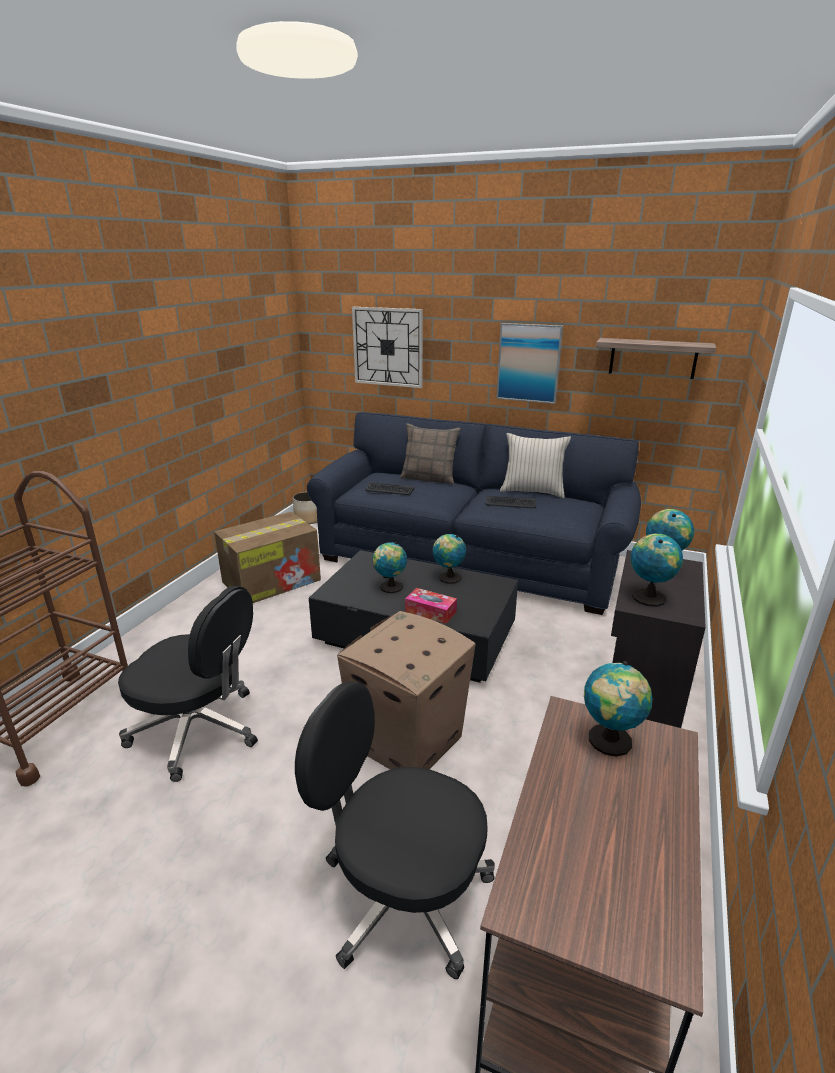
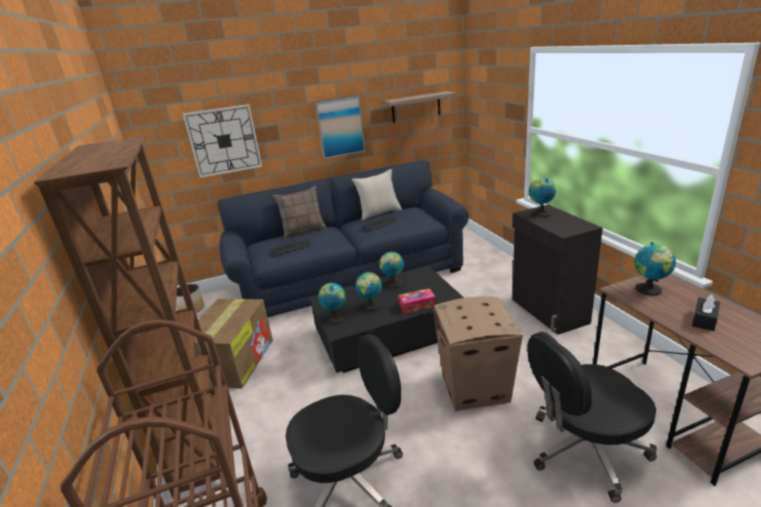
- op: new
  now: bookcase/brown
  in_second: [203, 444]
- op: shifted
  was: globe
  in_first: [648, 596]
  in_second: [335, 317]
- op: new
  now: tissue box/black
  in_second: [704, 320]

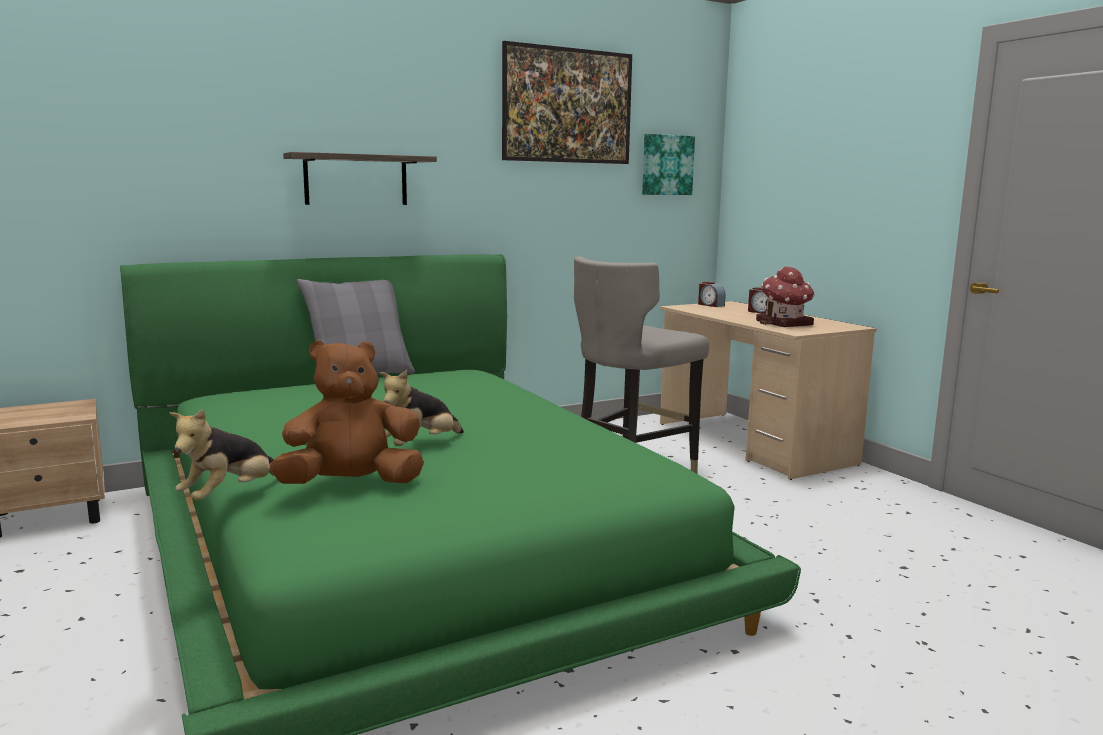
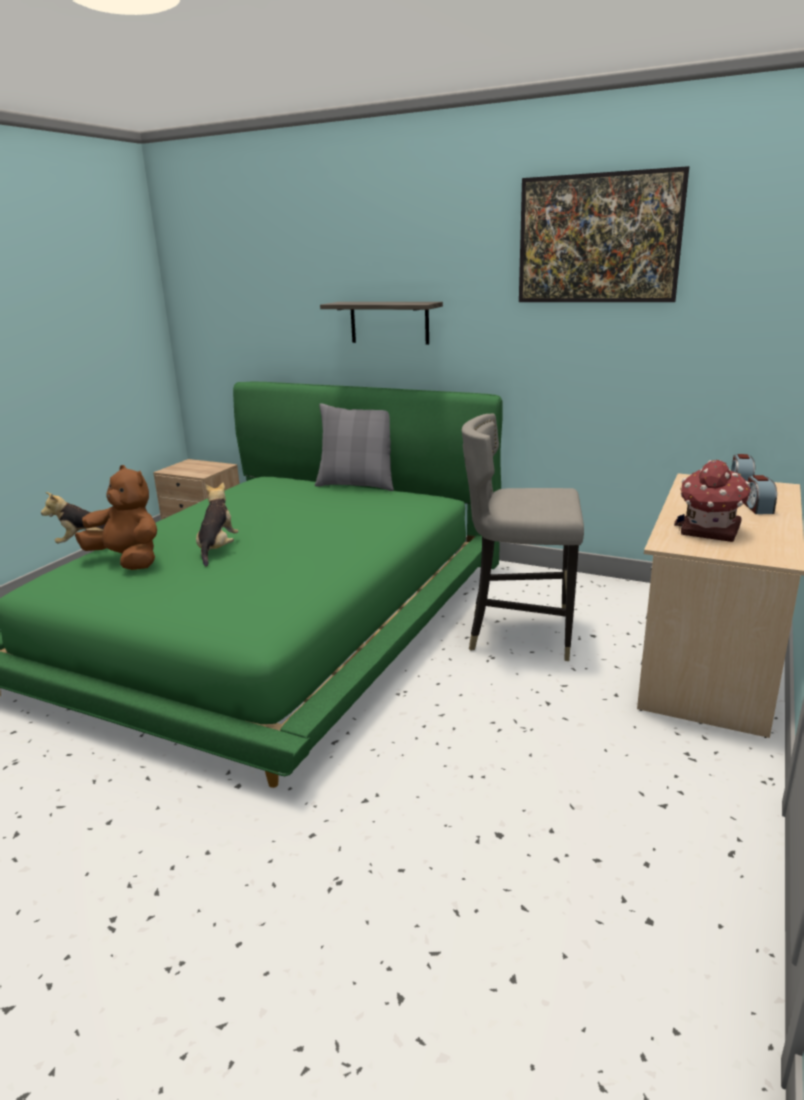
- op: rotated
  was: plush toy
  in_first: [421, 446]
  in_second: [217, 549]
  clockwise: 90
- op: gone
  was: picture
  in_first: [666, 165]

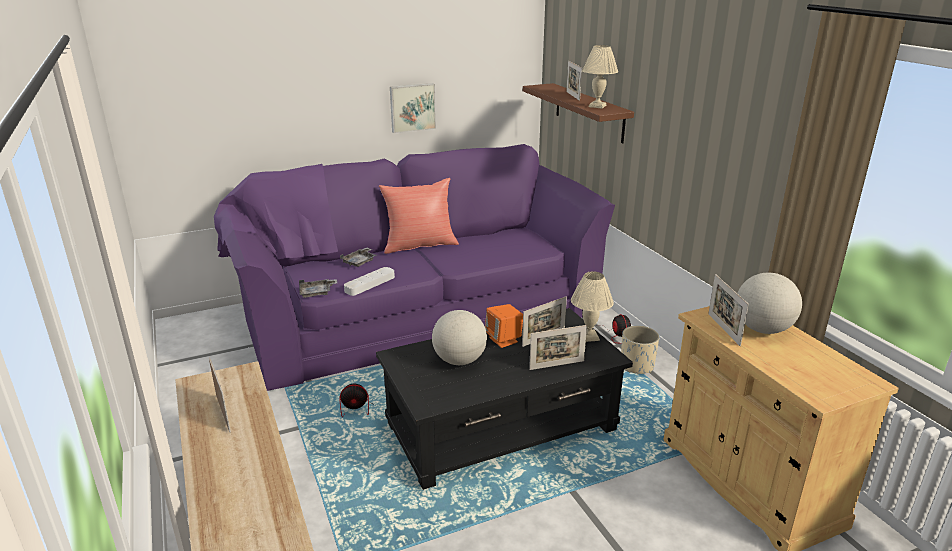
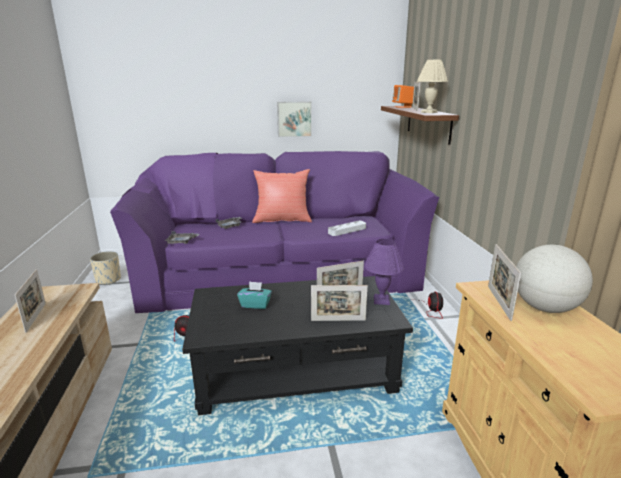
- op: shifted
  was: planter/beige
  in_first: [637, 366]
  in_second: [108, 280]
- op: swapped
  was: globe
  now: tissue box/turquoise
  in_first: [459, 360]
  in_second: [255, 304]
- op: shifted
  was: tray/grey
  in_first: [370, 284]
  in_second: [347, 230]
- op: repainted
  was: table lamp/beige
  now: table lamp/purple
  in_first: [589, 336]
  in_second: [382, 300]
- op: shifted
  was: speaker/orange
  in_first: [504, 340]
  in_second: [403, 107]

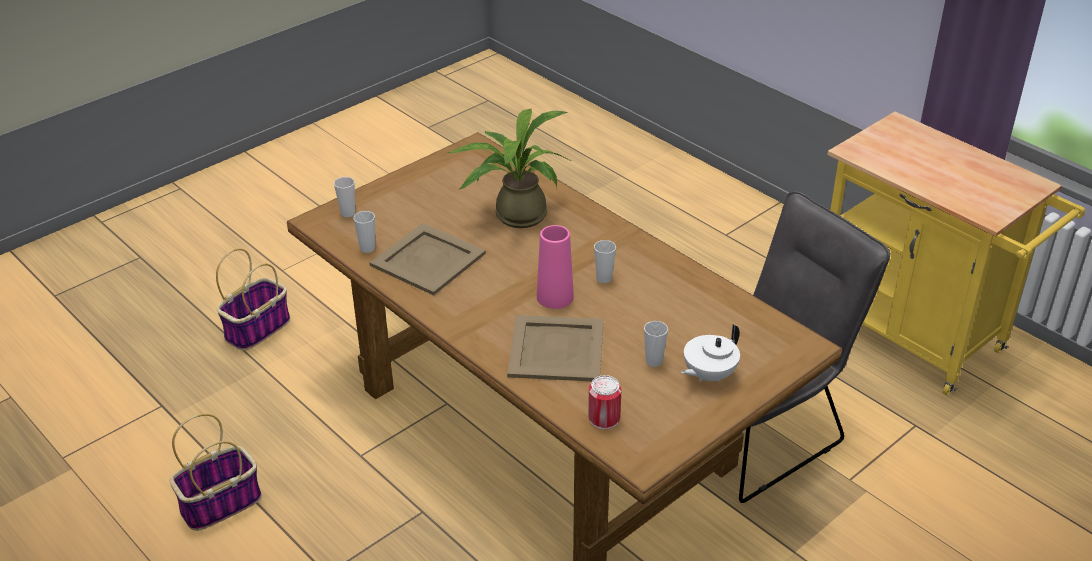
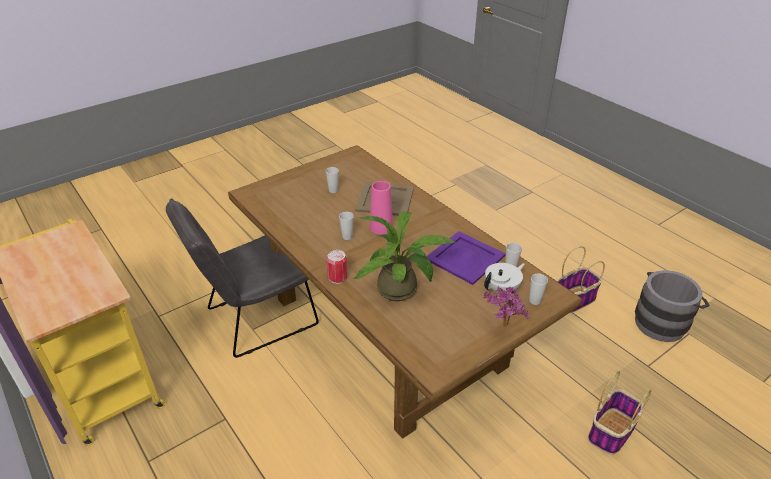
- op: shifted
  was: can
  in_first: [604, 418]
  in_second: [337, 277]
- op: repainted
  was: tray/beige
  now: tray/purple
  in_first: [428, 259]
  in_second: [465, 258]
- op: new
  now: potted plant
  in_second: [502, 327]
- op: shifted
  was: teapot/white
  in_first: [708, 375]
  in_second: [502, 289]
- op: new
  now: bucket/grey
  in_second: [662, 322]

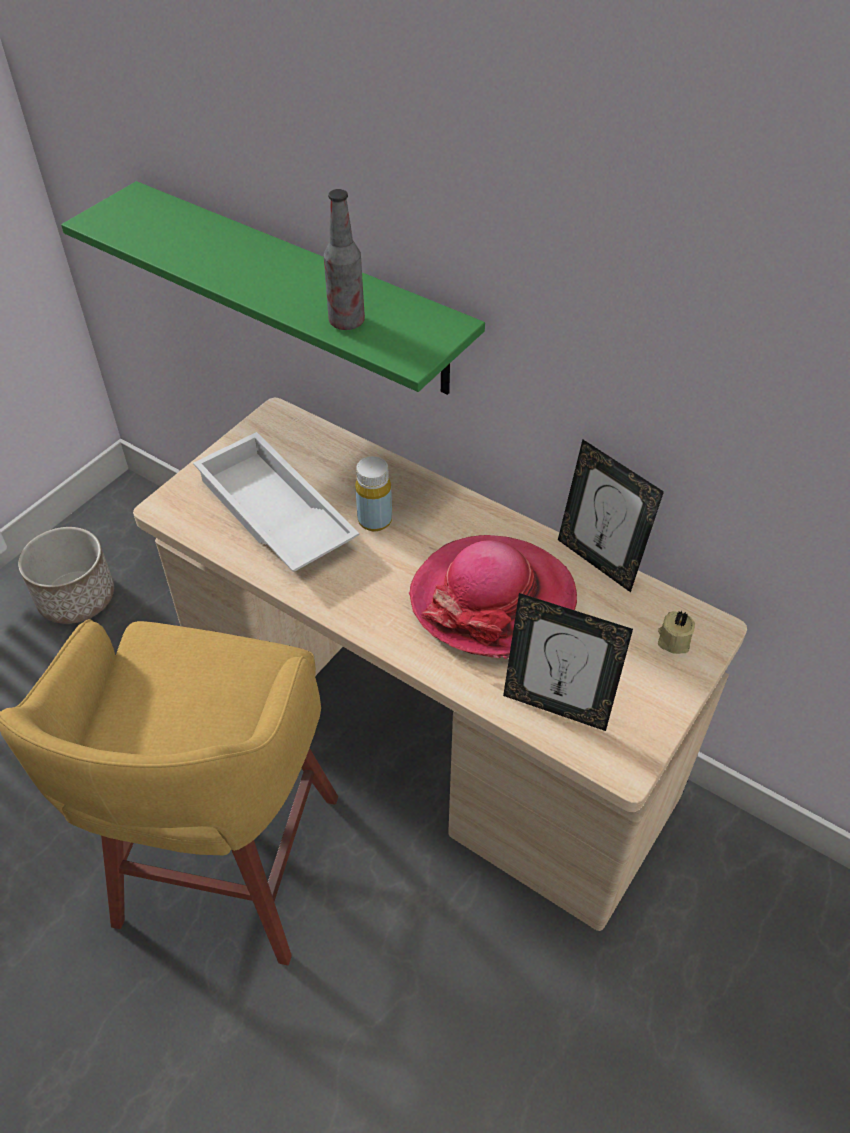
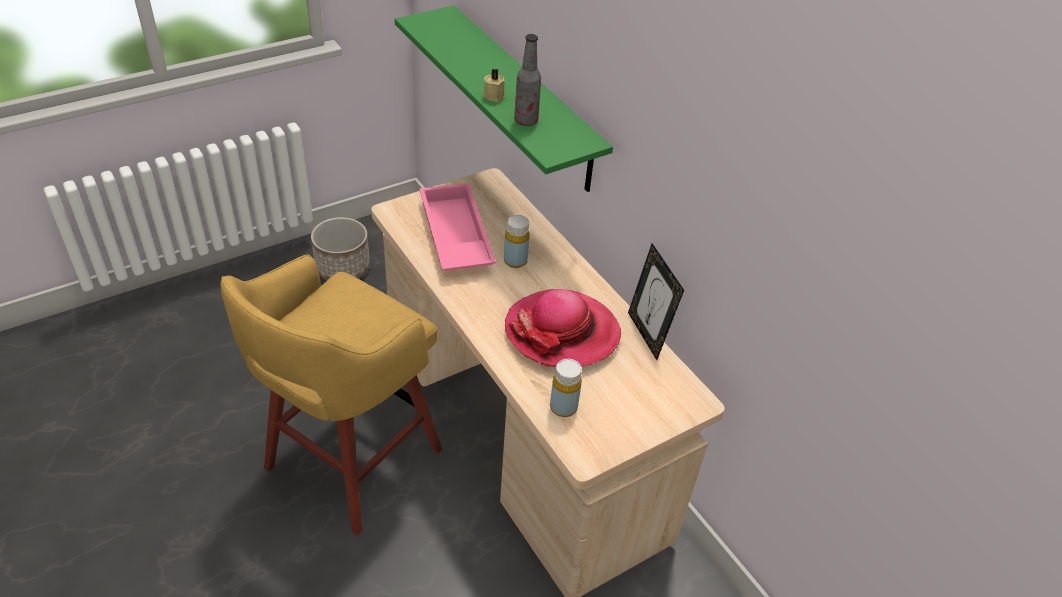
- op: repainted
  was: tray/white
  now: tray/pink
  in_first: [272, 514]
  in_second: [453, 236]
- op: shifted
  was: candle/beige
  in_first: [673, 640]
  in_second: [494, 95]
- op: swapped
  was: picture frame
  now: bottle/yellow
  in_first: [556, 706]
  in_second: [563, 407]

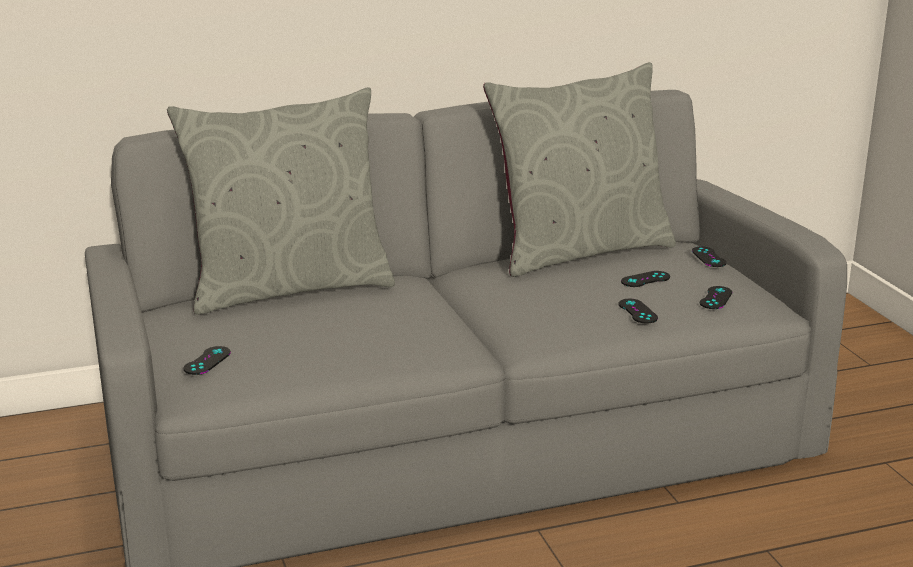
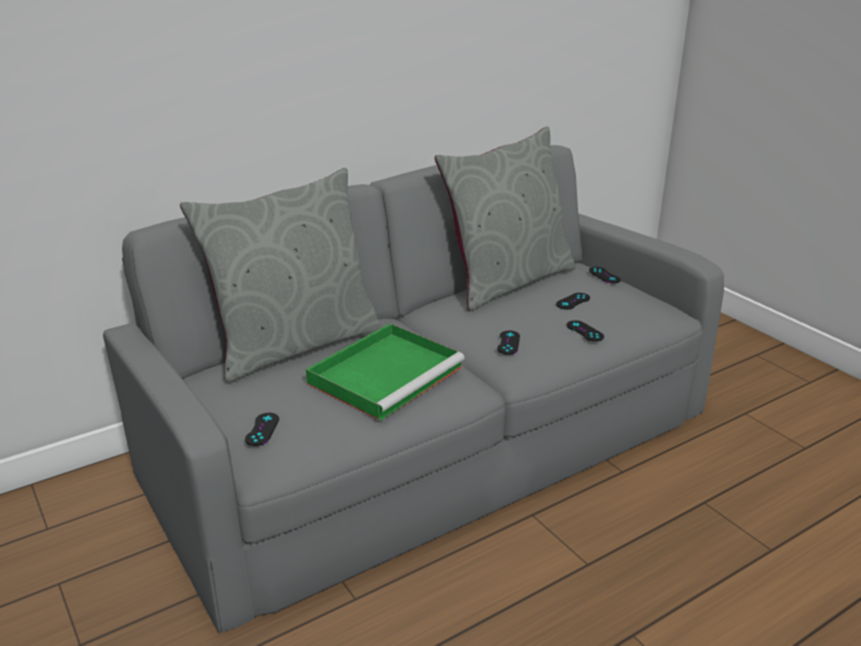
- op: new
  now: tray/green
  in_second: [387, 374]
- op: shifted
  was: game controller/black
  in_first: [715, 298]
  in_second: [508, 343]

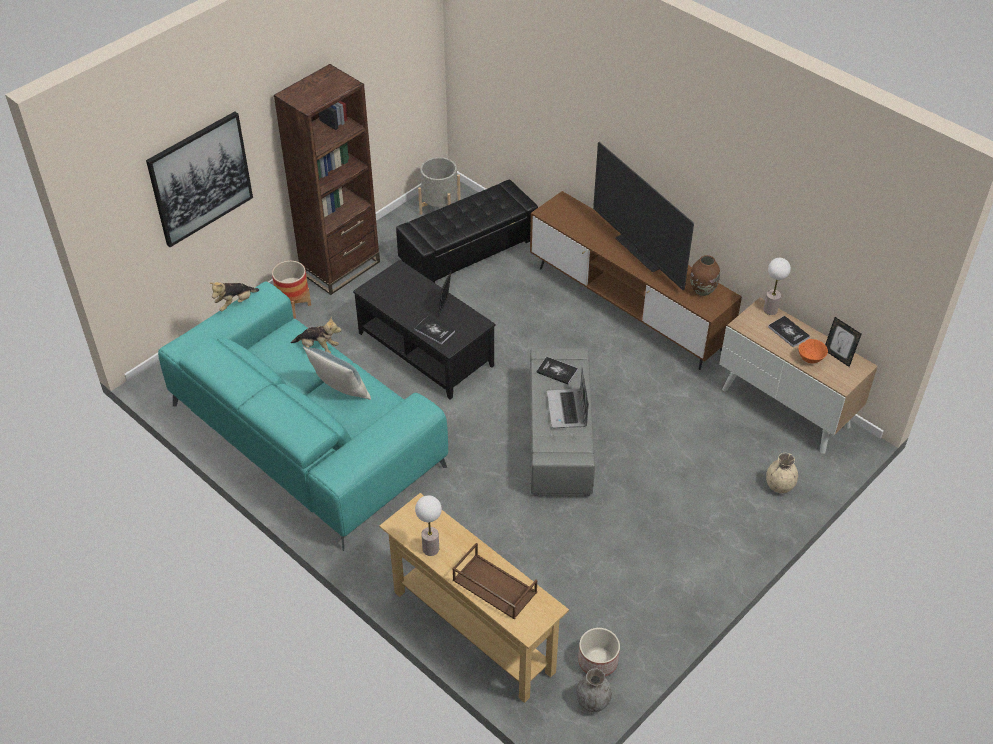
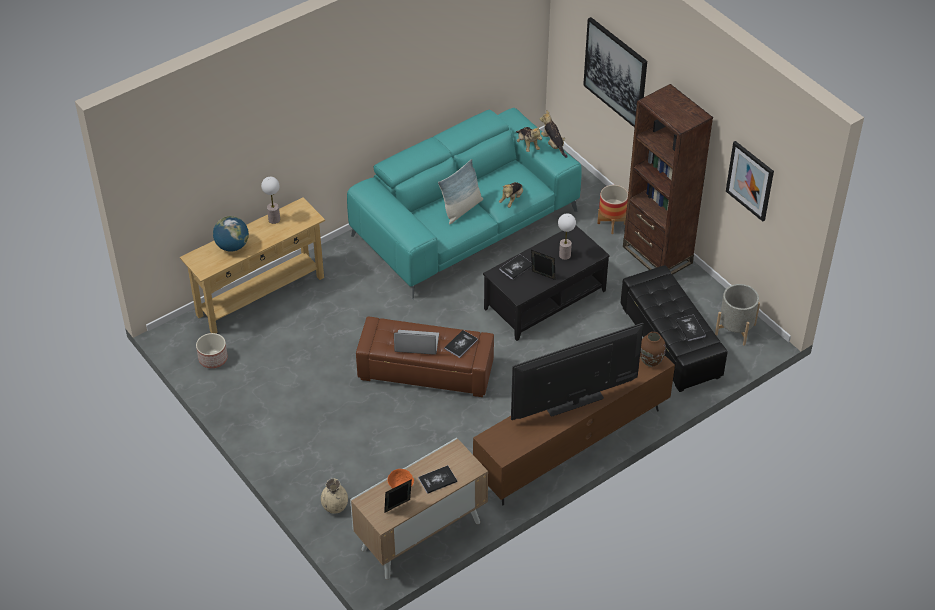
- op: swapped
  was: tray/brown
  now: globe
  in_first: [493, 586]
  in_second: [232, 246]
- op: repainted
  was: ottoman/grey
  now: ottoman/brown
  in_first: [560, 437]
  in_second: [425, 371]
- op: new
  now: plush toy
  in_second: [527, 145]
- op: shifted
  was: table lamp
  in_first: [770, 310]
  in_second: [564, 255]
- op: shifted
  was: vase/brown
  in_first: [702, 290]
  in_second: [650, 361]
- op: new
  now: book
  in_second: [690, 328]
- op: new
  now: picture
  in_second: [750, 180]
- op: gone
  was: vase/grey
  in_first: [592, 702]

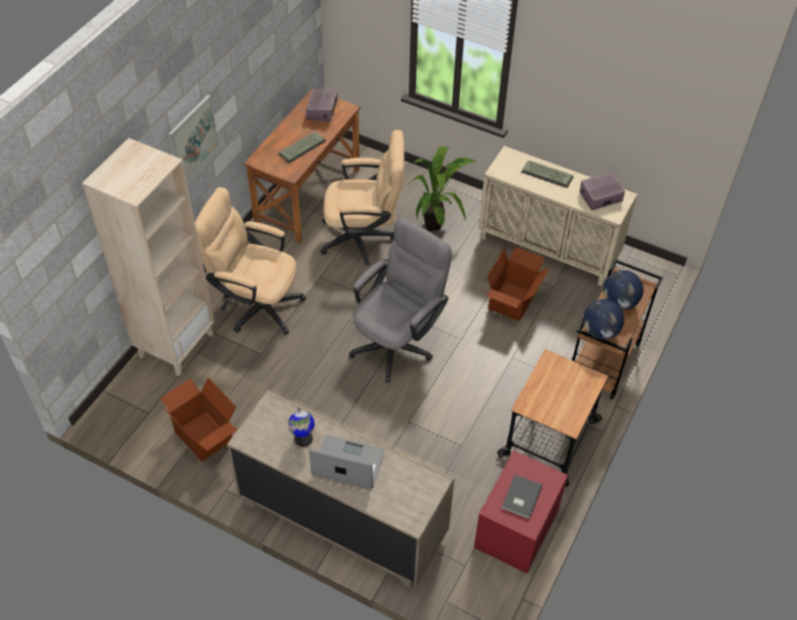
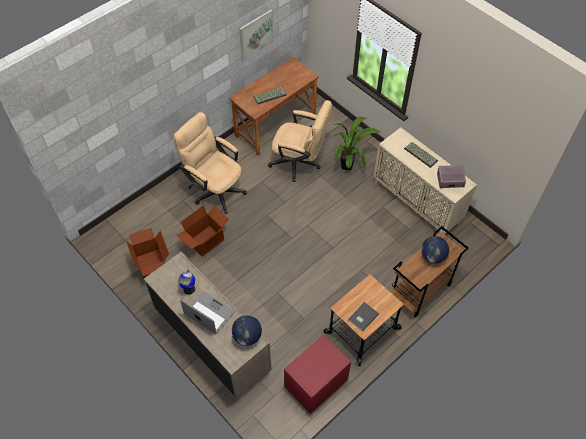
- op: shifted
  was: cardboard box
  in_first: [513, 301]
  in_second: [206, 241]
- op: shifted
  was: globe
  in_first: [600, 331]
  in_second: [247, 336]
- op: shifted
  was: picture
  in_first: [192, 139]
  in_second: [256, 34]
- op: shifted
  was: book/grey
  in_first: [520, 497]
  in_second: [362, 317]
- op: gone
  was: bookcase/beige
  in_first: [176, 344]
- op: gone
  was: radio
  in_first: [322, 111]
- op: gone
  was: office chair/grey
  in_first: [398, 341]

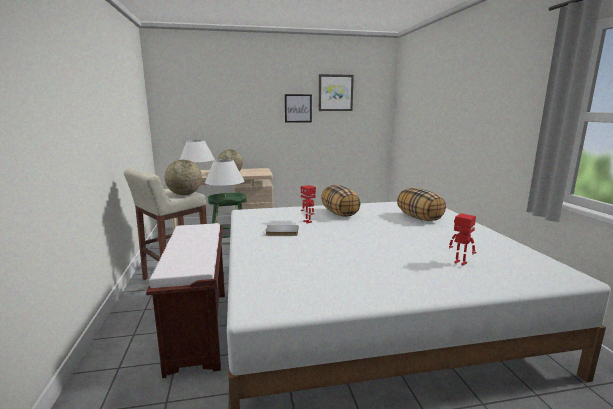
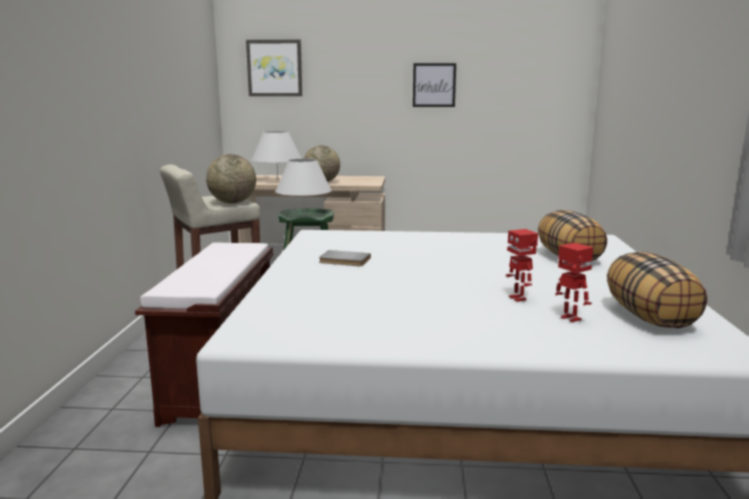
- op: shifted
  was: picture
  in_first: [335, 93]
  in_second: [274, 68]
- op: shifted
  was: toy robot
  in_first: [308, 221]
  in_second: [518, 298]
- op: shifted
  was: pillow
  in_first: [340, 214]
  in_second: [650, 318]

